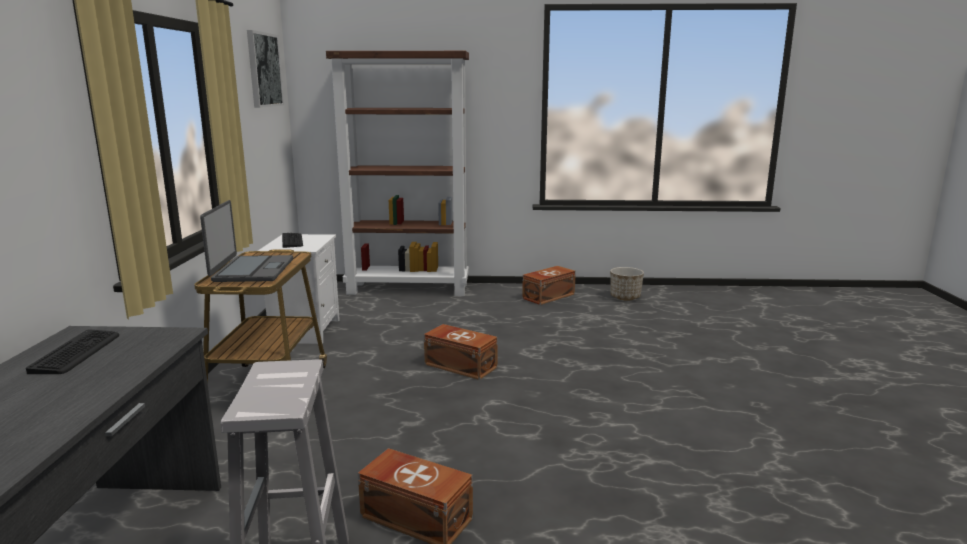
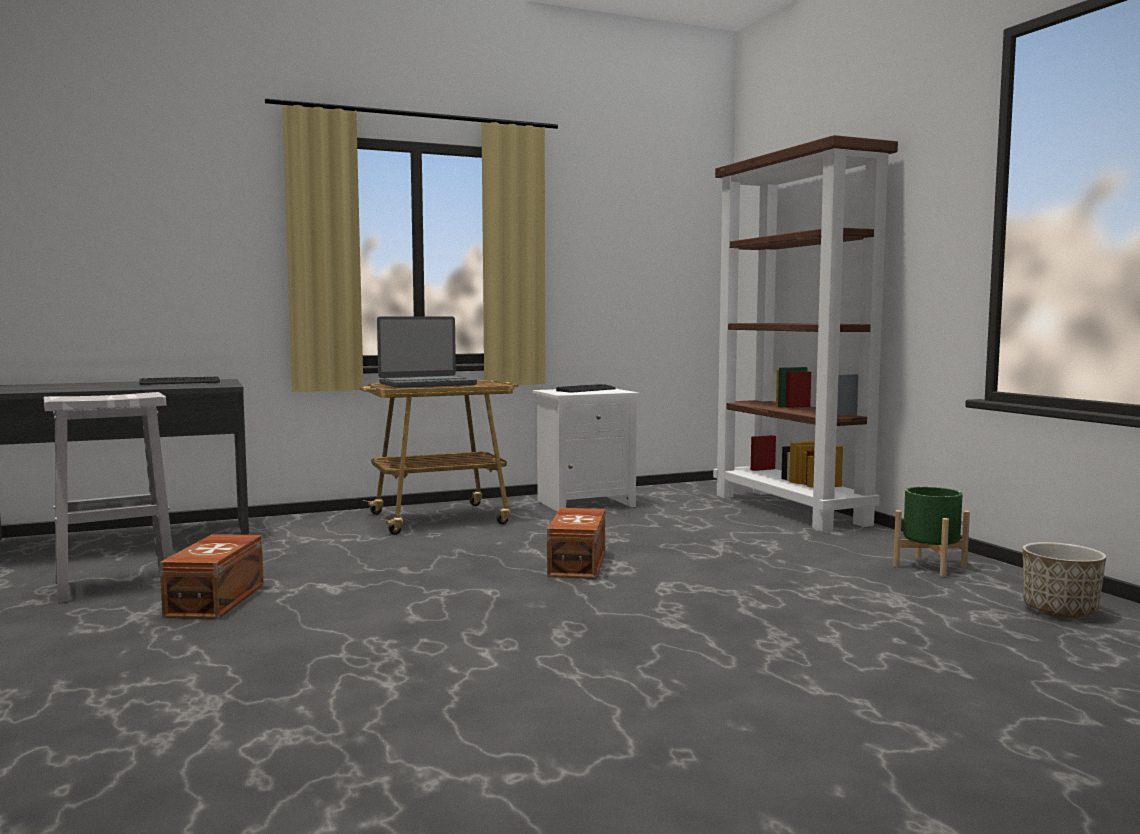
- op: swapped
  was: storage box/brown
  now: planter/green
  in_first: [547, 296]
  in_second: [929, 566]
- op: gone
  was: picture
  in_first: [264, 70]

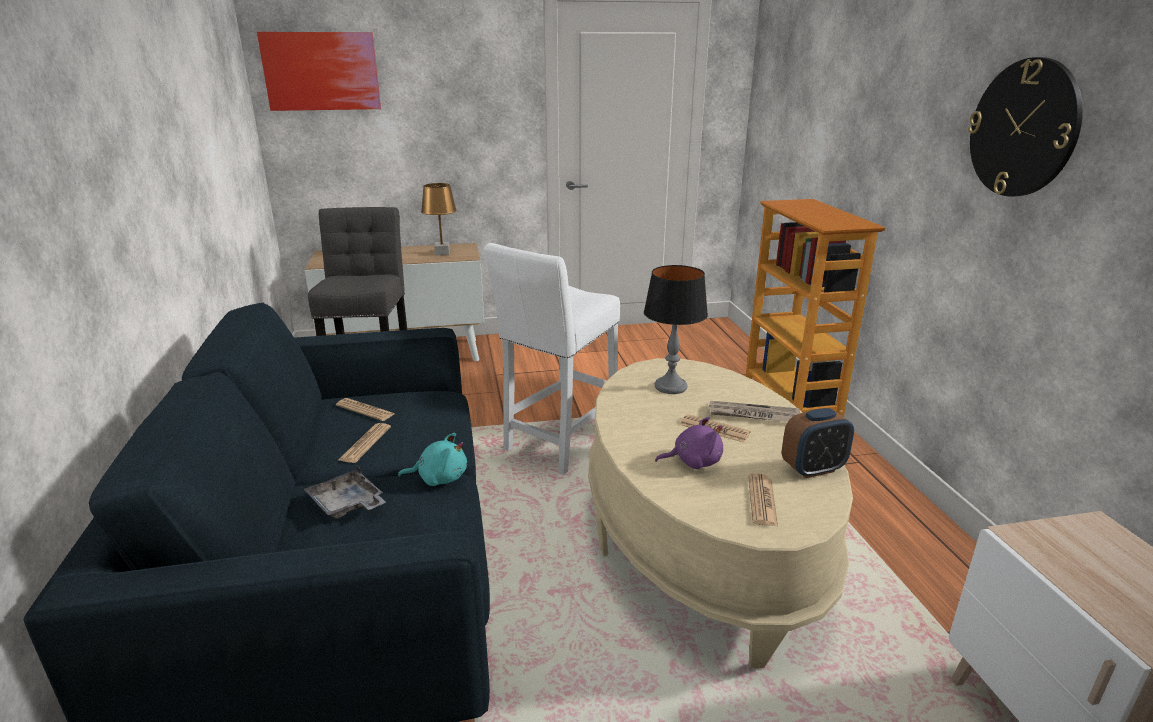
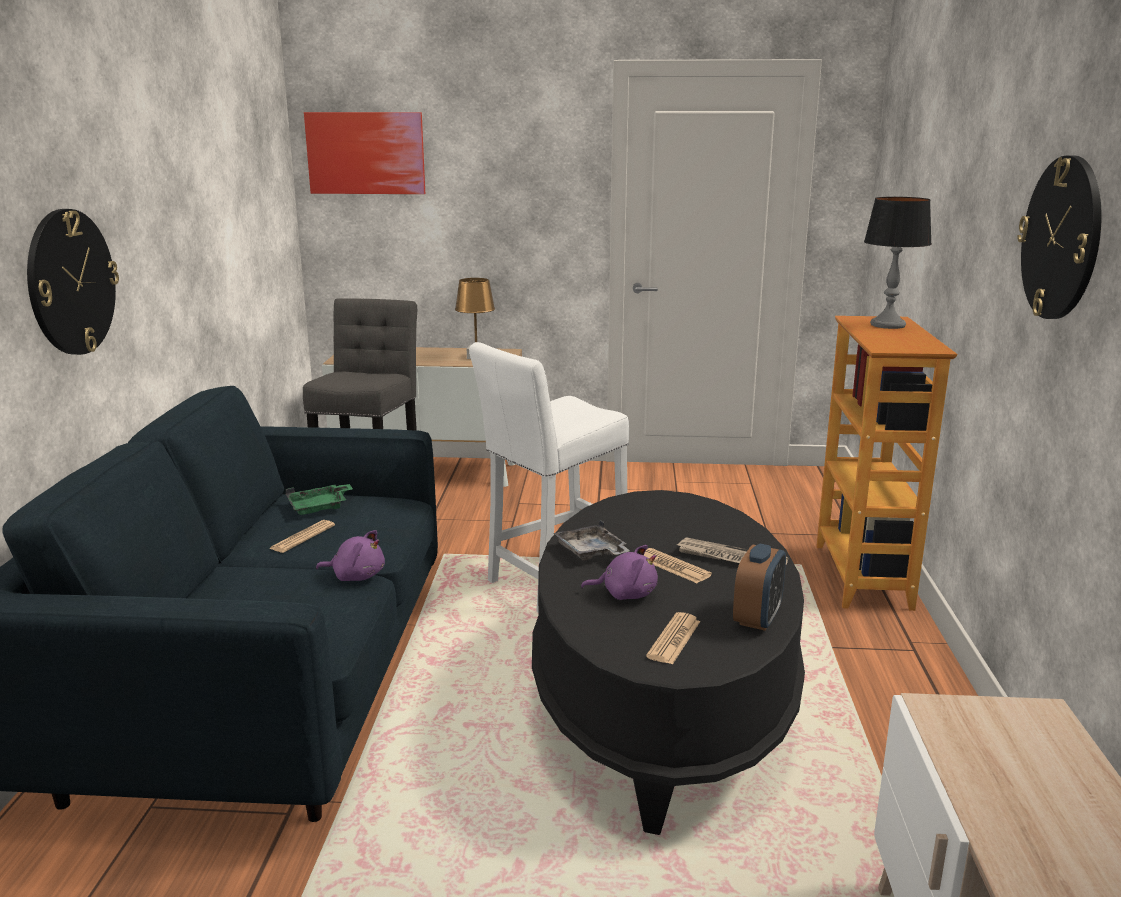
- op: new
  now: wall clock
  in_second: [71, 282]
- op: swapped
  was: newspaper
  now: tray/green
  in_first: [365, 410]
  in_second: [319, 507]
- op: repainted
  was: plush toy/turquoise
  now: plush toy/purple
  in_first: [439, 478]
  in_second: [356, 576]
- op: repainted
  was: coffee table/beige
  now: coffee table/black
  in_first: [700, 539]
  in_second: [662, 701]
- op: shifted
  was: tray/grey
  in_first: [347, 504]
  in_second: [591, 552]
- op: rotated
  was: alarm clock
  in_first: [813, 469]
  in_second: [757, 618]
  clockwise: -60
- op: shifted
  was: table lamp
  in_first: [670, 386]
  in_second: [887, 325]

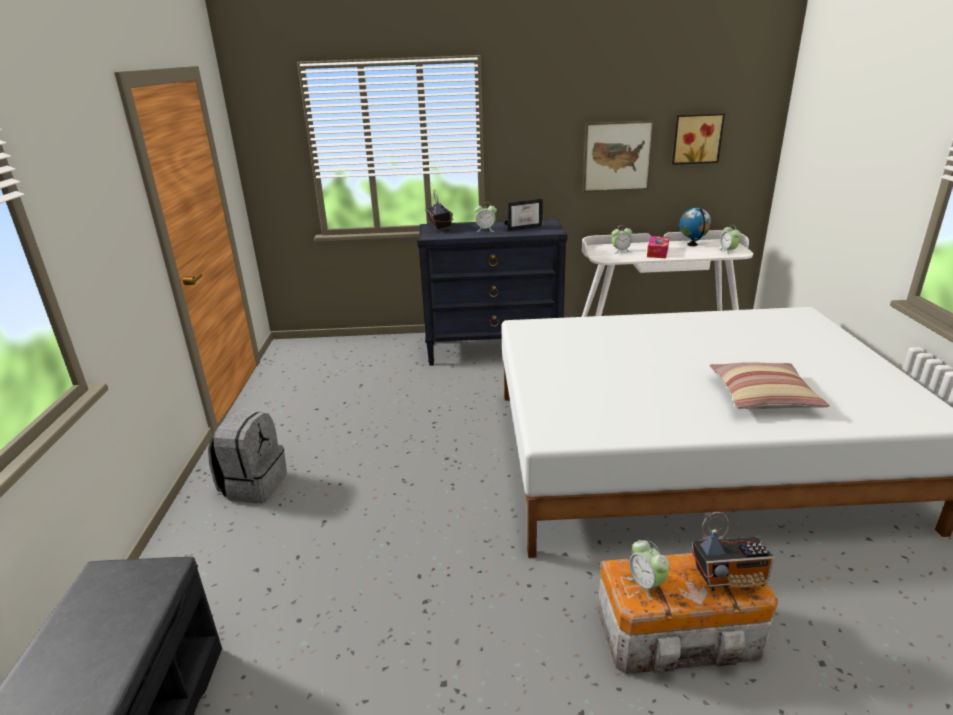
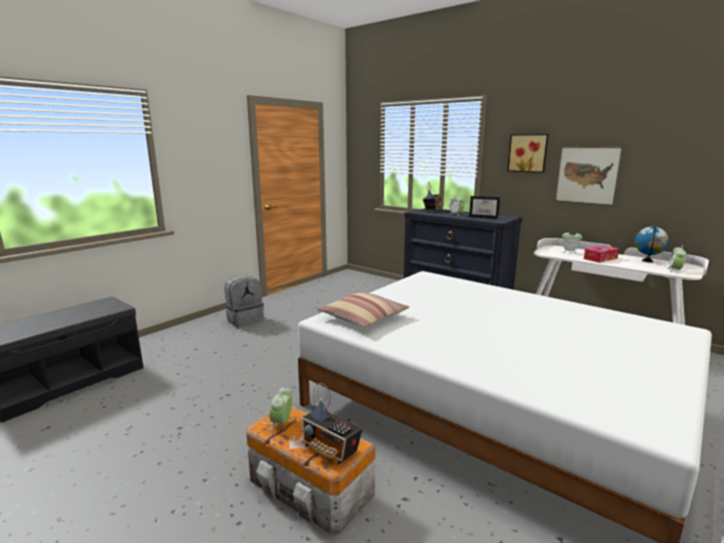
- op: shifted
  was: pillow
  in_first: [763, 396]
  in_second: [363, 318]
- op: shifted
  was: picture
  in_first: [696, 138]
  in_second: [528, 153]

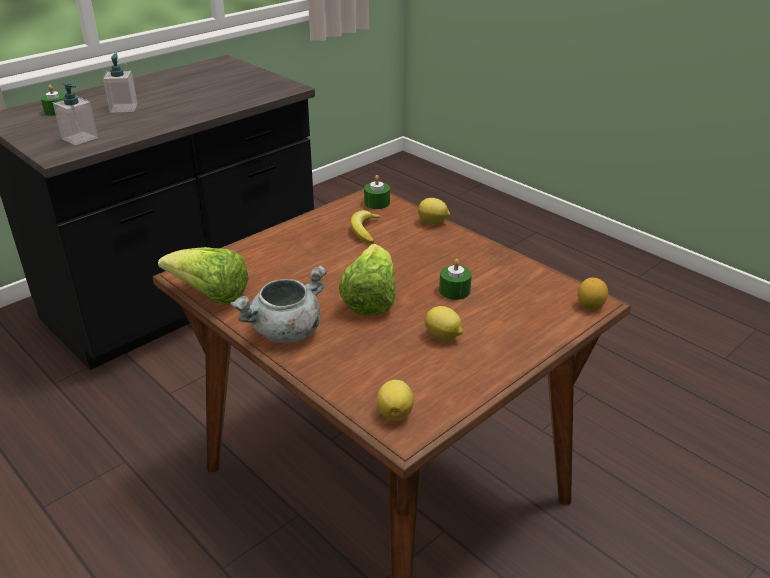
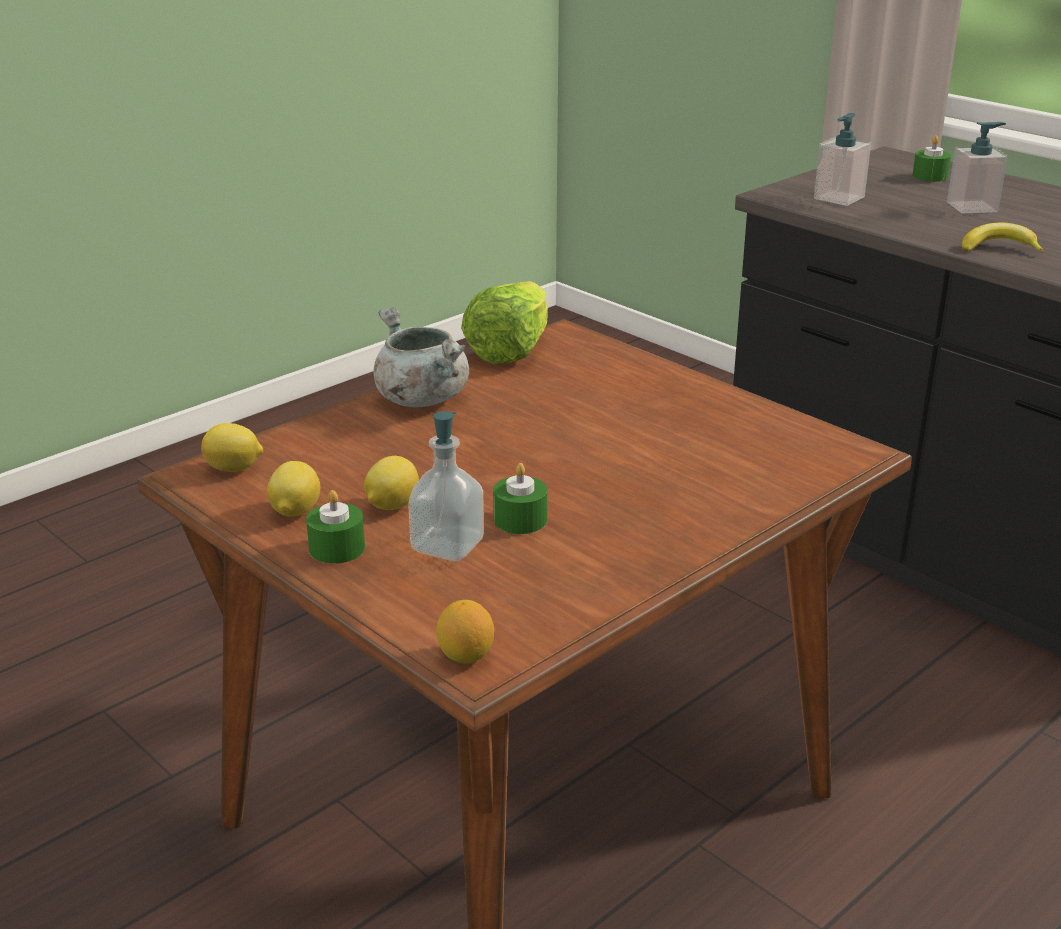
- op: shifted
  was: lemon
  in_first: [433, 222]
  in_second: [294, 511]
- op: shifted
  was: candle/green
  in_first: [377, 203]
  in_second: [337, 548]
- op: new
  now: soap dispenser
  in_second: [447, 546]
- op: shifted
  was: banana
  in_first: [365, 230]
  in_second: [999, 248]
- op: gone
  was: lettuce
  in_first: [370, 299]

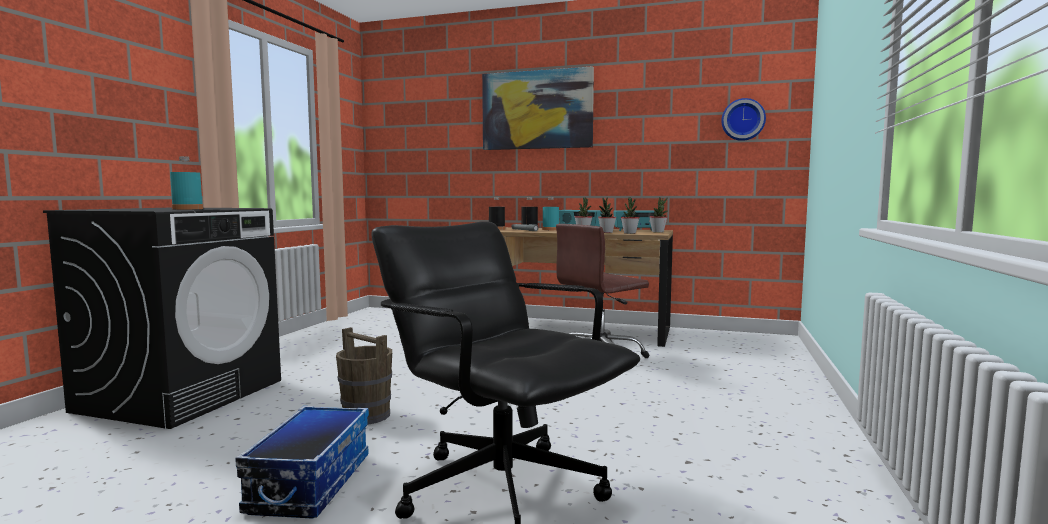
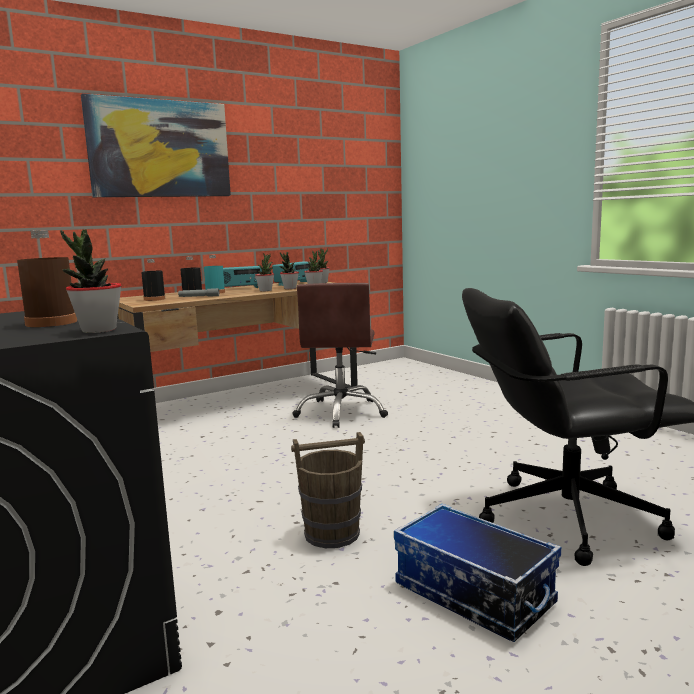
- op: repainted
  was: bottle/turquoise
  now: bottle/brown
  in_first: [187, 209]
  in_second: [51, 323]
- op: new
  now: potted plant
  in_second: [98, 330]
- op: gone
  was: wall clock
  in_first: [743, 120]

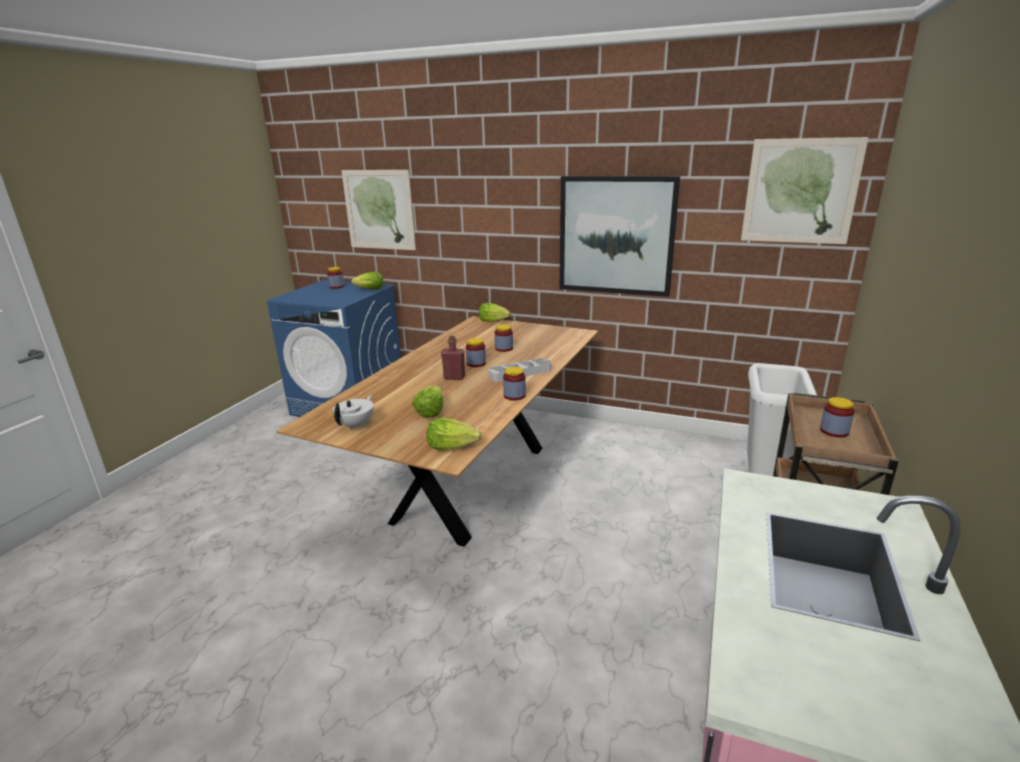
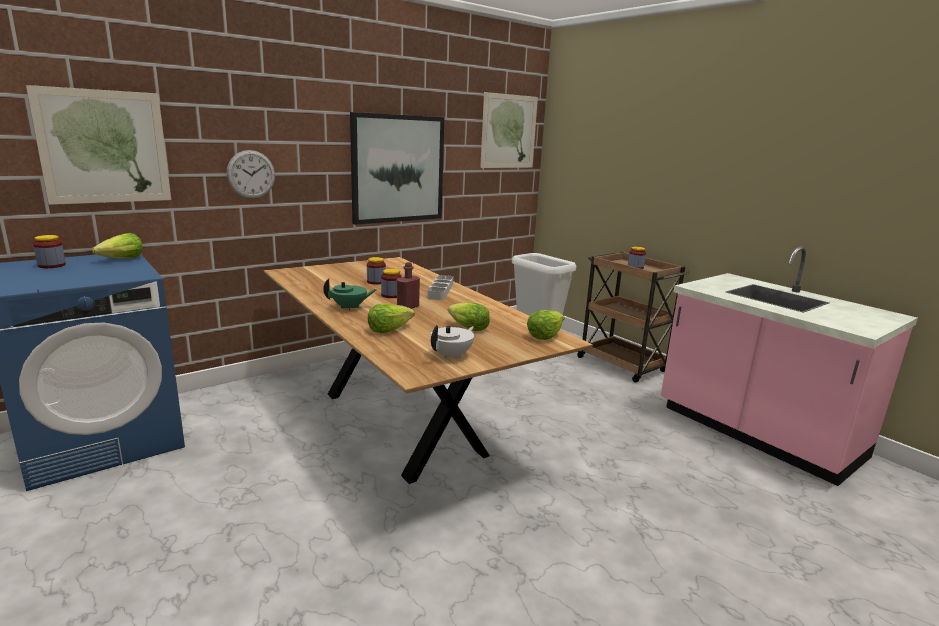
- op: new
  now: wall clock
  in_second: [251, 174]
- op: new
  now: teapot/green
  in_second: [350, 308]
- op: shifted
  was: lettuce
  in_first: [493, 321]
  in_second: [389, 329]
- op: rotated
  was: teapot/white
  in_first: [356, 425]
  in_second: [452, 355]
  clockwise: 75
- op: gone
  was: jar
  in_first: [514, 396]

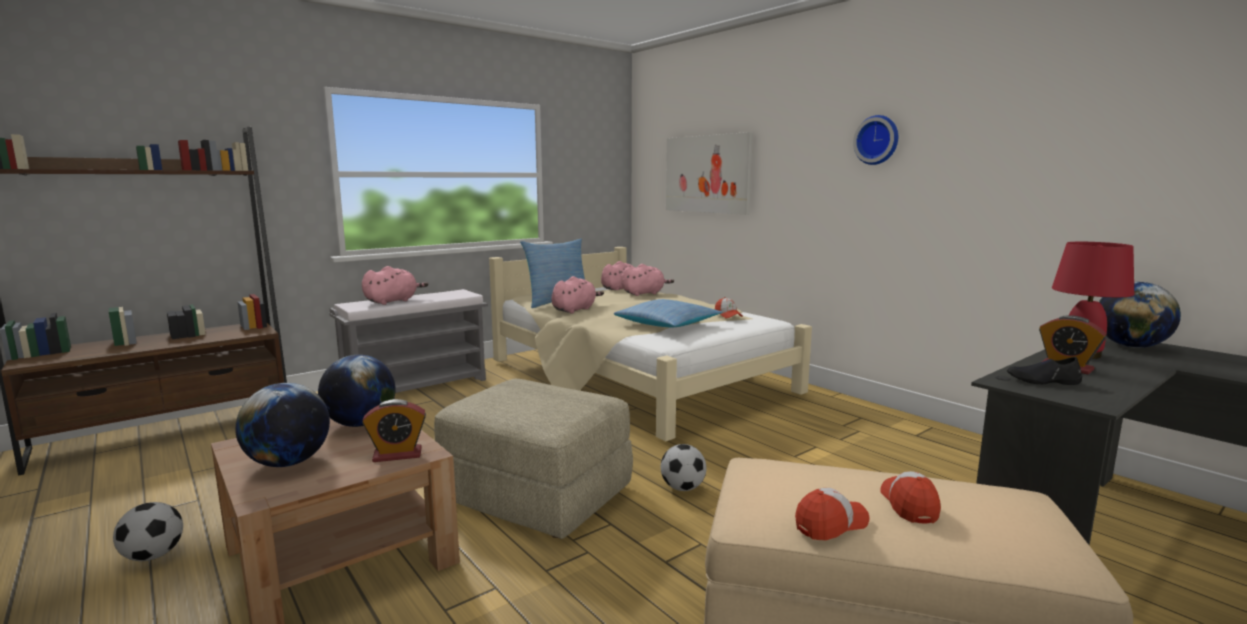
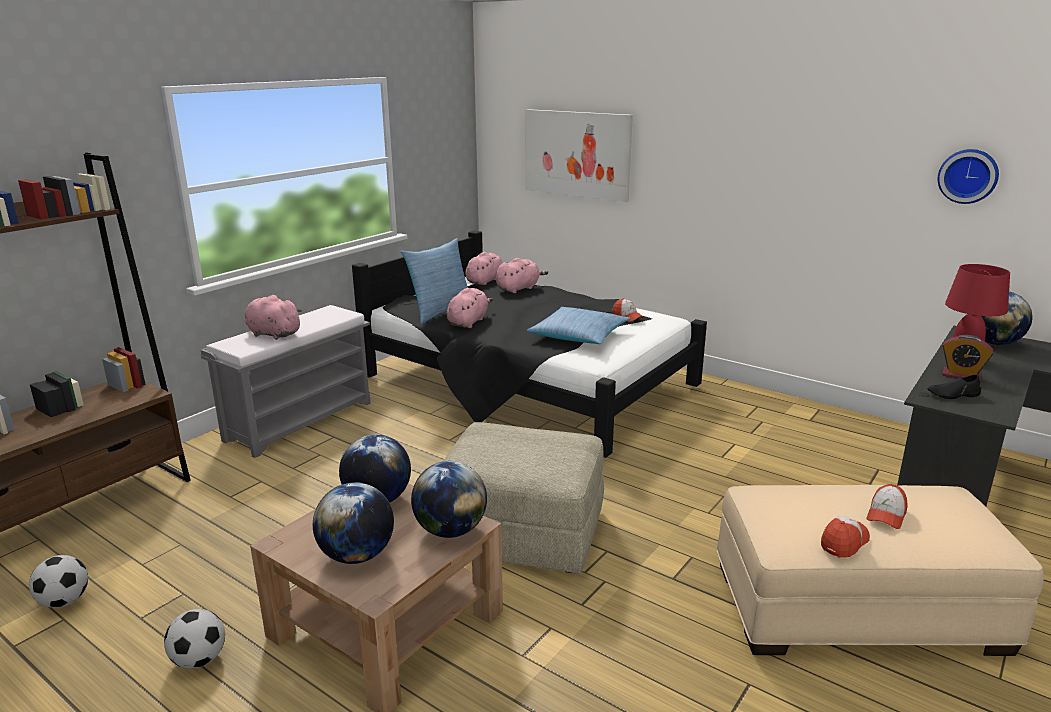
- op: shifted
  was: football
  in_first: [683, 488]
  in_second: [65, 601]
- op: rotated
  was: plush toy/pink
  in_first: [393, 301]
  in_second: [272, 334]
  clockwise: -90
- op: repainted
  was: bed/beige
  now: bed/black
  in_first: [636, 379]
  in_second: [528, 384]
- op: swapped
  was: alarm clock
  now: globe
  in_first: [397, 455]
  in_second: [450, 530]
- op: rotated
  was: cap
  in_first: [909, 504]
  in_second: [886, 515]
  clockwise: -135
- op: shifted
  was: wall clock
  in_first: [877, 140]
  in_second: [968, 176]

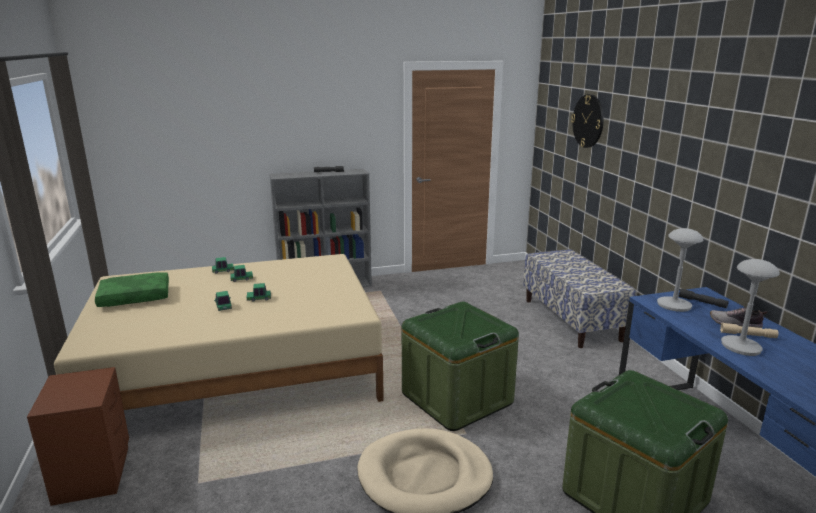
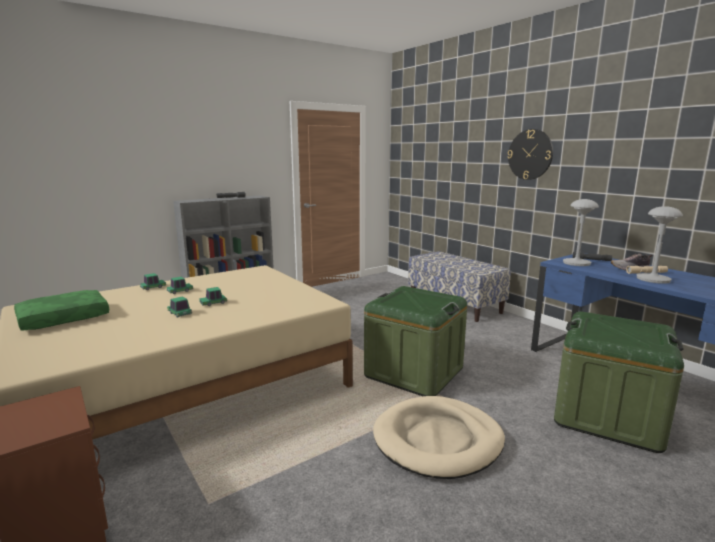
- op: shifted
  was: wall clock
  in_first: [588, 121]
  in_second: [530, 154]

